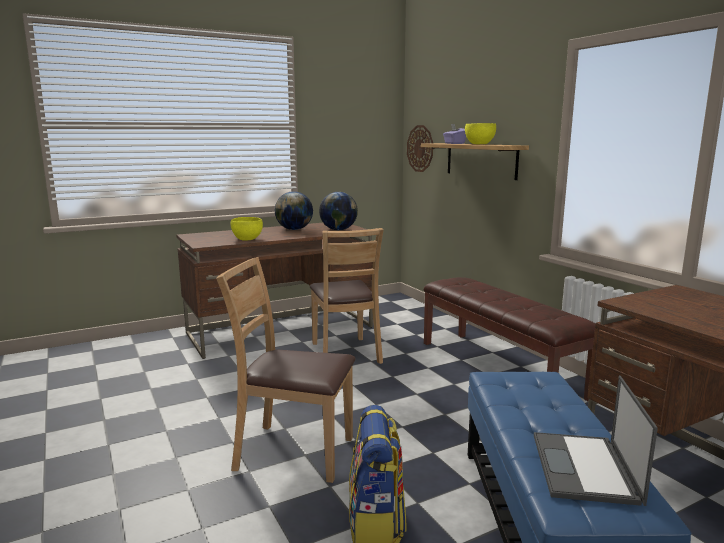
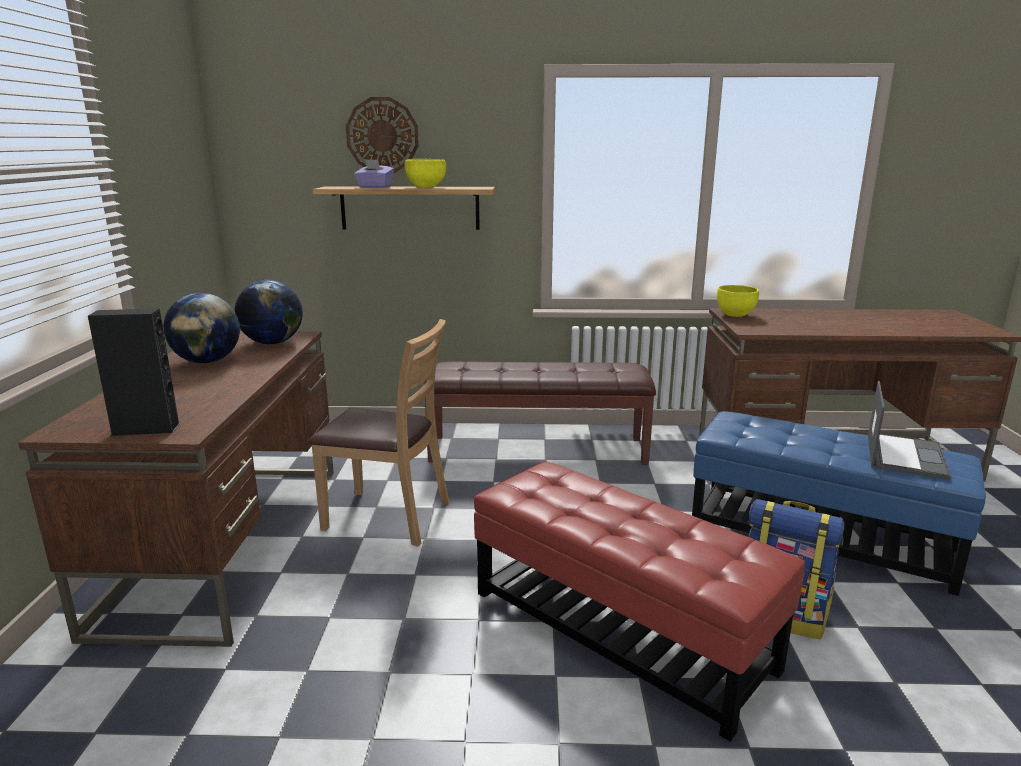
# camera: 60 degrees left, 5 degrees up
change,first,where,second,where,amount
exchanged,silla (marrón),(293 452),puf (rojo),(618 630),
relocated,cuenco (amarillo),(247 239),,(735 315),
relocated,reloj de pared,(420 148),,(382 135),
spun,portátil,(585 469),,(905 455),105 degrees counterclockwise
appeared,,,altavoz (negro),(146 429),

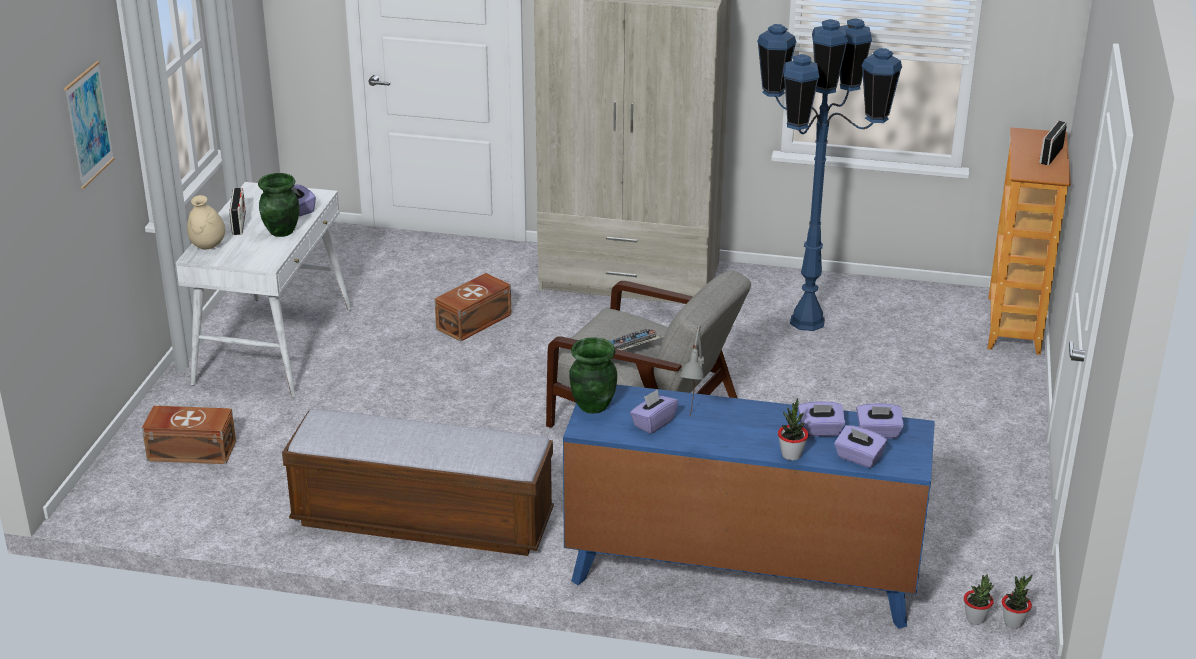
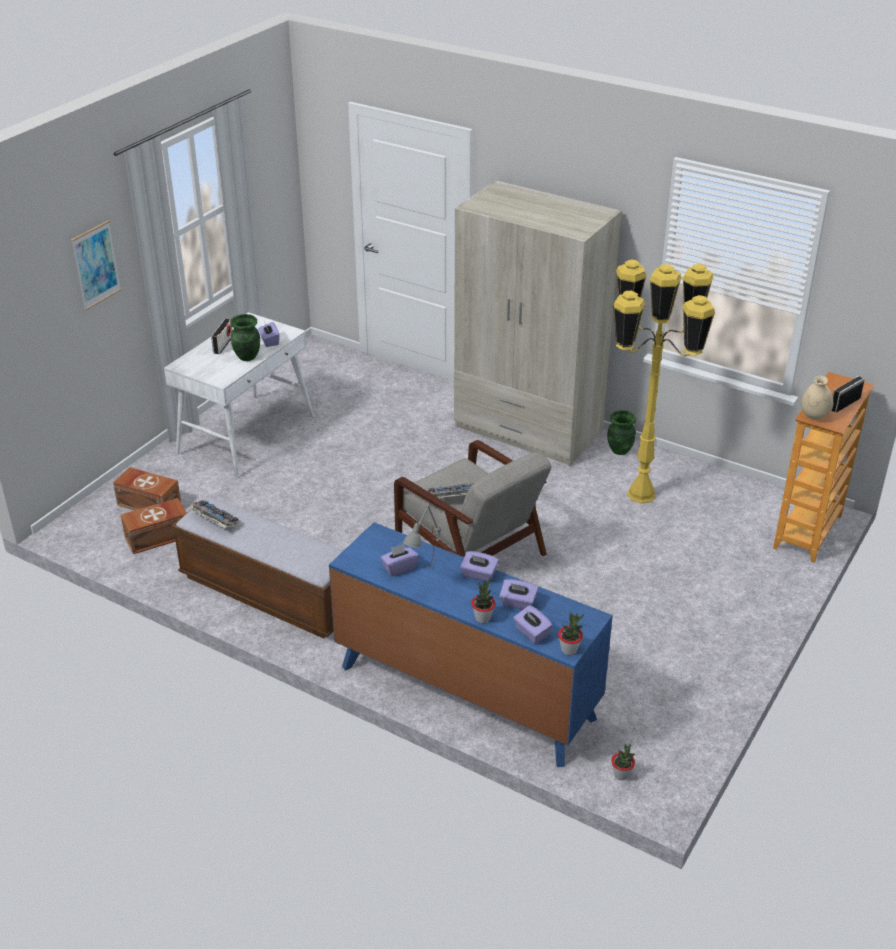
# camera: 20 degrees right, 5 degrees up
change,first,where,second,where,amount
relocated,florero (beis),(208 246),,(814 416),
relocated,caja de almacenaje (marrón),(475 321),,(159 537),
relocated,florero (verde),(592 406),,(619 450),
colour,lámpara de pie (azul),(807 322),lámpara de pie (amarillo),(641 495),
relocated,caja de pañuelos (morado),(878 433),,(479 575),
relocated,planta en maceta,(1013 622),,(569 650),
appeared,,,teclado,(214 519),

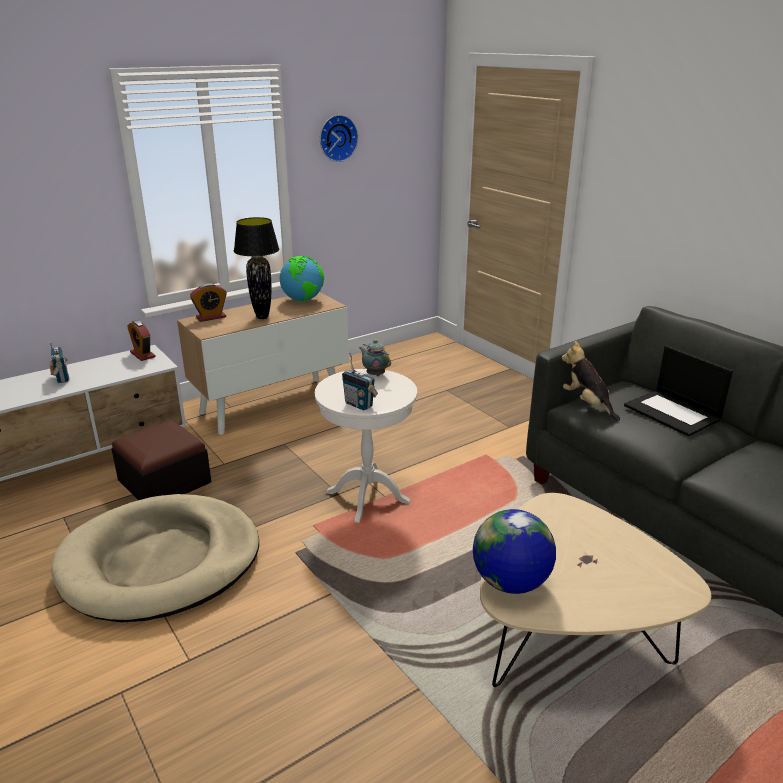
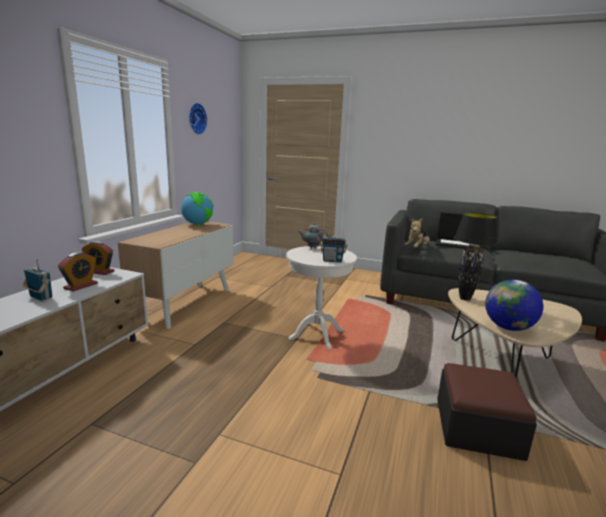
# camera: 35 degrees left, 10 degrees down
change,first,where,second,where,amount
missing,cama para perro (beis),(161 562),,,
relocated,puf,(164 482),,(477 428),
relocated,despertador,(211 317),,(81 286),
relocated,lámpara de mesa (negro),(263 317),,(465 298),
spun,peluche,(587 404),,(417 248),75 degrees counterclockwise

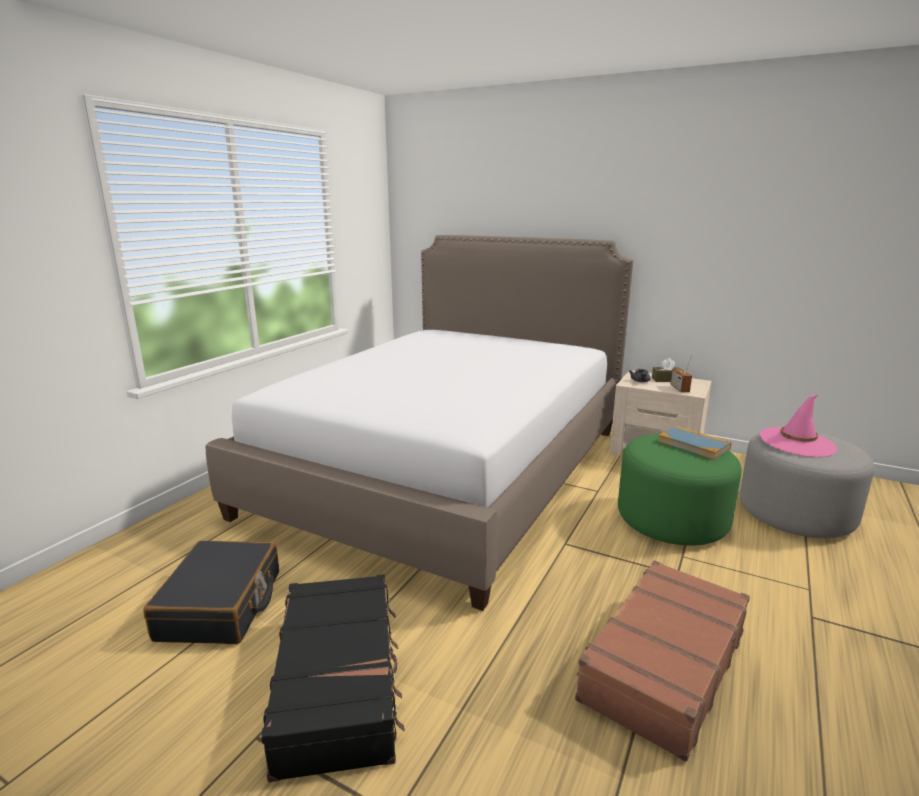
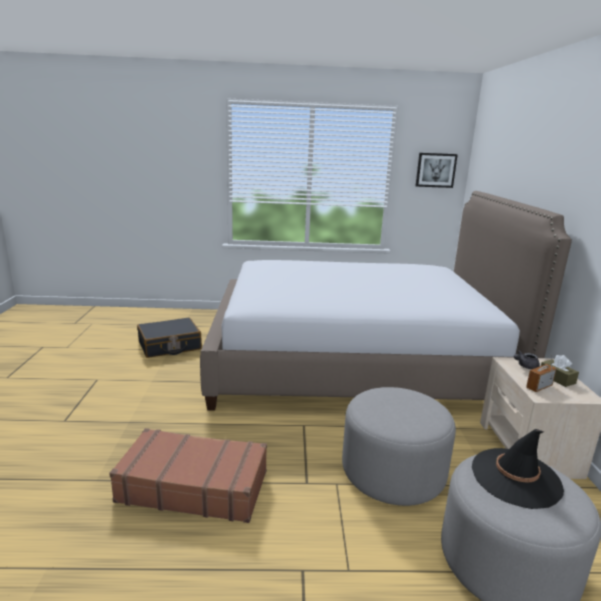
# camera: 60 degrees right, 0 degrees up
change,first,where,second,where,amount
missing,maleta (negro),(339 682),,,
colour,puf (verde),(672 519),puf (gris),(393 472),
missing,libro,(693 445),,,
colour,sombrero (rosa),(797 442),sombrero (negro),(515 477),
appeared,,,cuadro,(435 170),

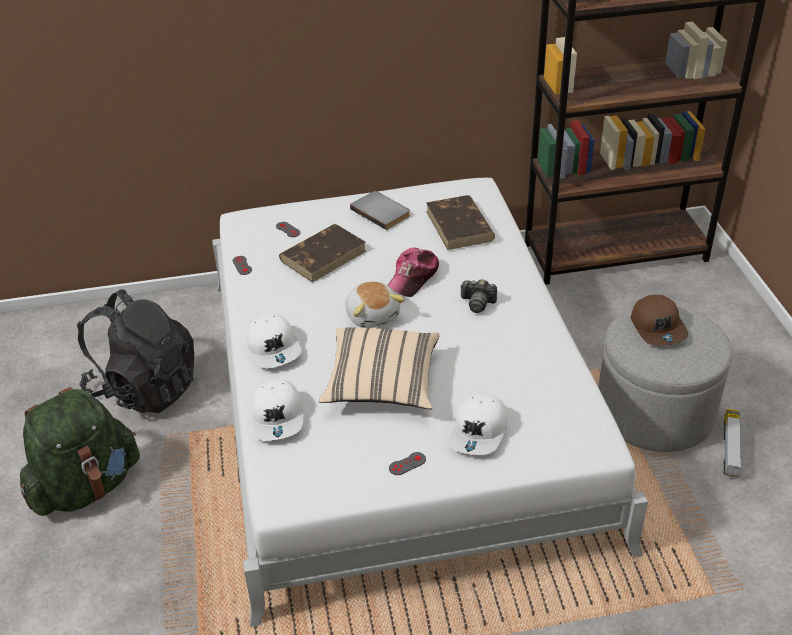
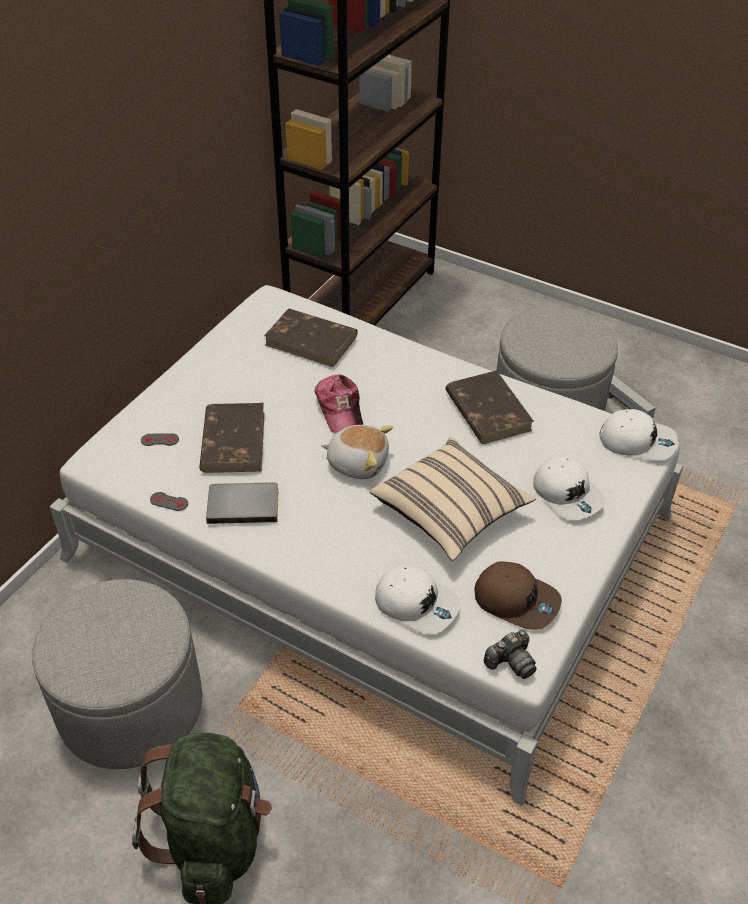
# camera: 50 degrees left, 5 degrees up
change,first,where,second,where,amount
exchanged,mochila (negro),(144 388),puf (gris),(131 706),
relocated,gorra (blanco),(274 348),,(637 441),
relocated,libro (gris),(382 211),,(243 503),
missing,mando de consola (gris),(407 464),,,
relocated,cámara,(477 303),,(511 662),
relocated,gorra (marrón),(658 327),,(516 600),
appeared,,,libro (marrón),(487 410),

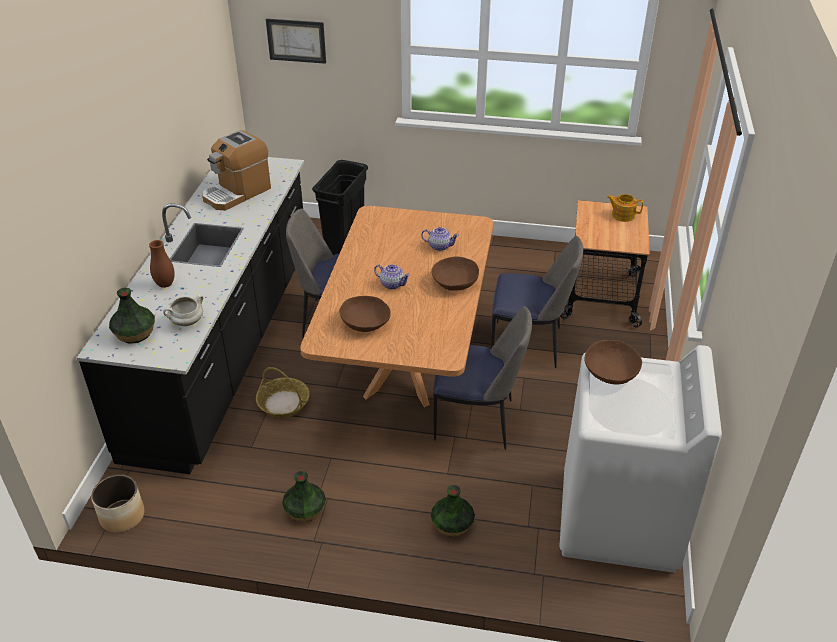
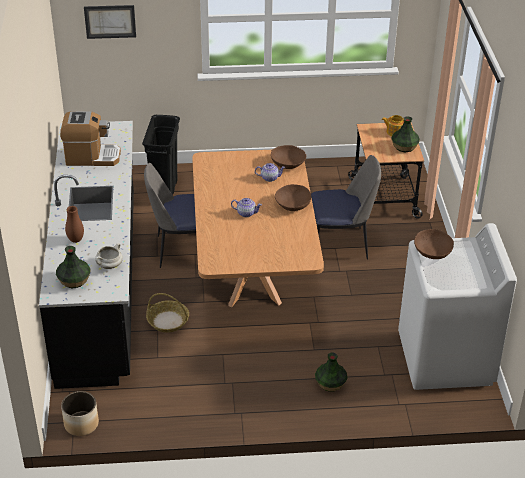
# camera: 15 degrees left, 0 degrees up
change,first,where,second,where,amount
spun,cafetera,(237 193),,(92 157),120 degrees counterclockwise
relocated,florero,(305 511),,(404 147),
relocated,cuenco (marrón),(365 323),,(288 164),
missing,silla,(477 421),,,

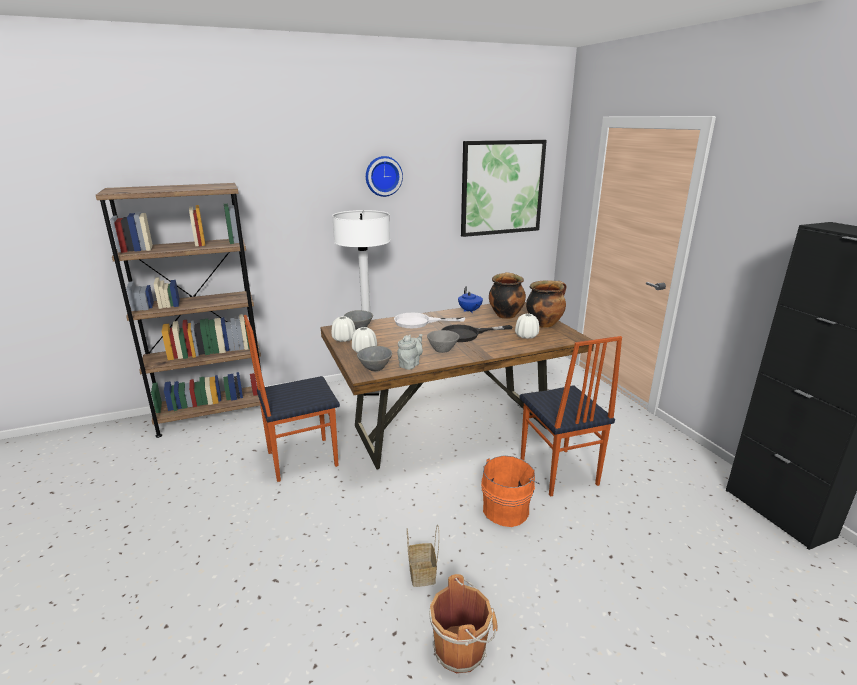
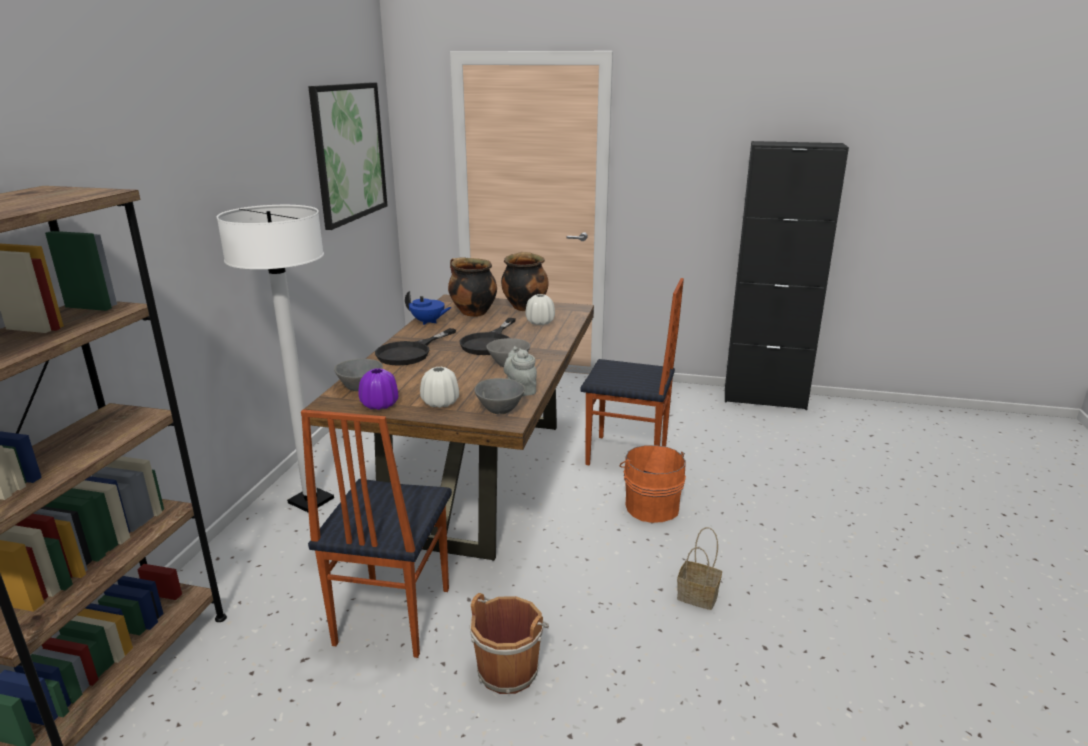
# camera: 55 degrees left, 0 degrees up
change,first,where,second,where,amount
colour,florero (blanco),(344 339),florero (morado),(380 405),
missing,reloj de pared,(383 176),,,
colour,sartén (blanco),(419 322),sartén (negro),(410 352),
relocated,cubo (marrón),(462 648),,(509 669),

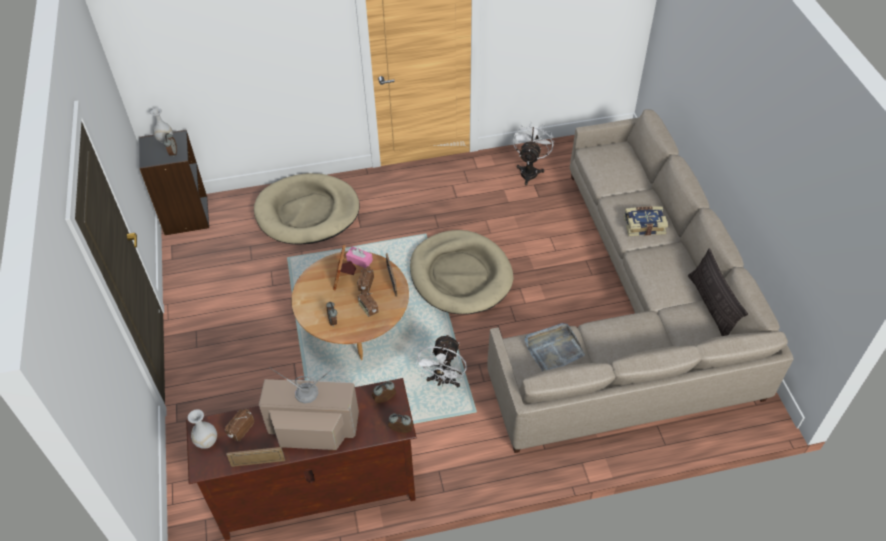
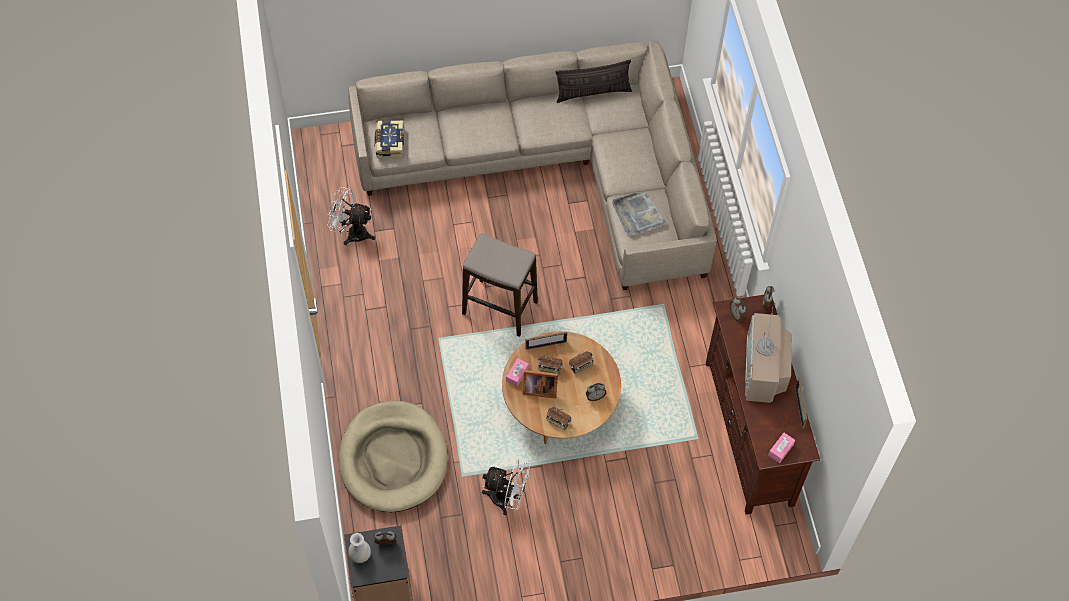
# camera: 90 degrees left, 10 degrees up
change,first,where,second,where,amount
exchanged,florero (blanco),(206 441),caja de pañuelos (rosa),(780 450),
relocated,radio,(241 429),,(558 422),
exchanged,cama para perro (beis),(460 275),taburete,(500 308),
relocated,ventilador (blanco),(443 381),,(507 499),
relocated,libro,(644 225),,(389 143),

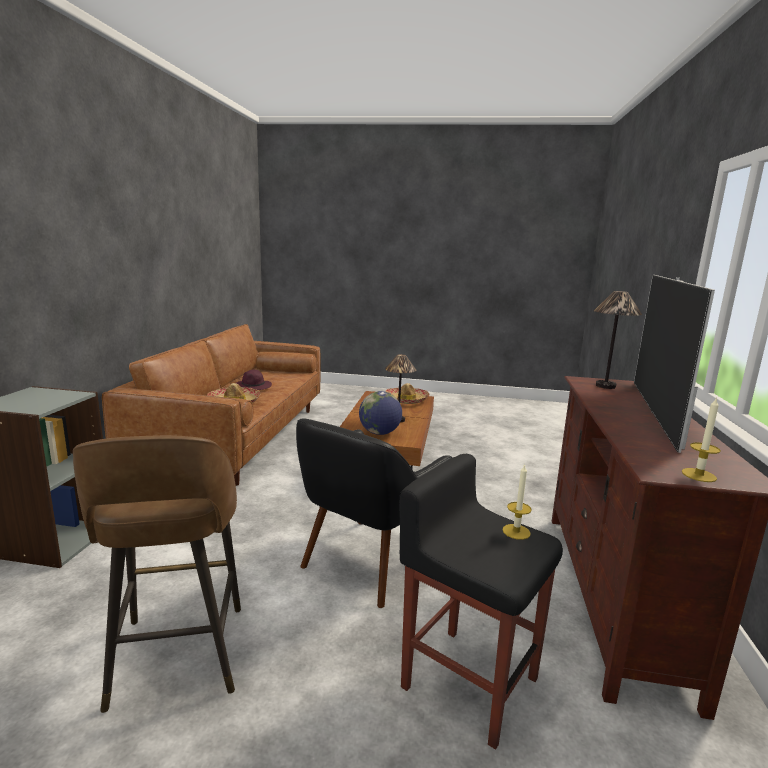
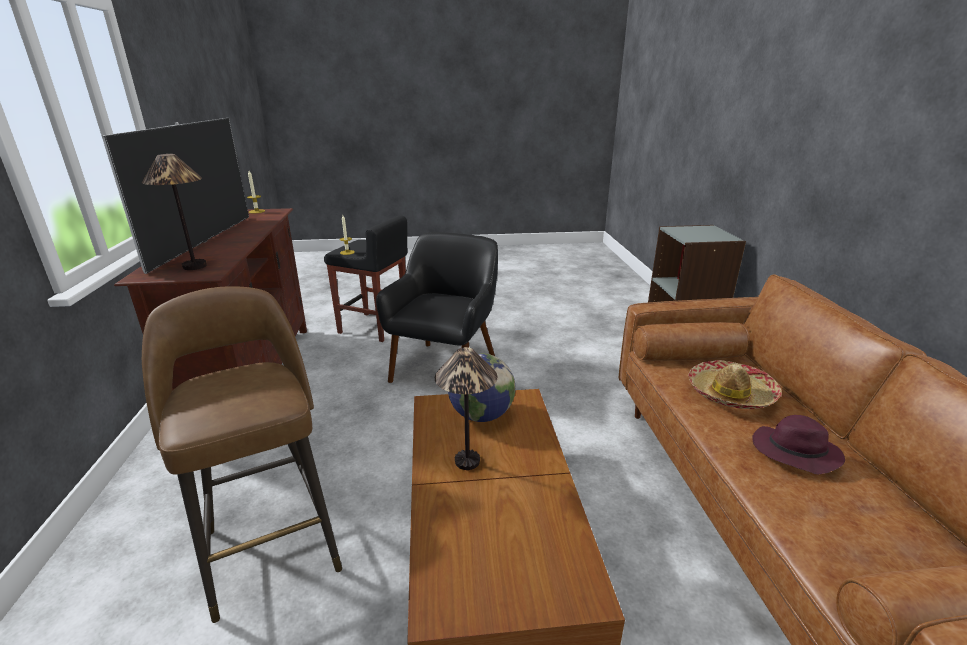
# camera: 165 degrees right, 10 degrees up
change,first,where,second,where,amount
relocated,taburete (marrón),(177 659),,(272 546),
missing,sombrero,(407 400),,,

